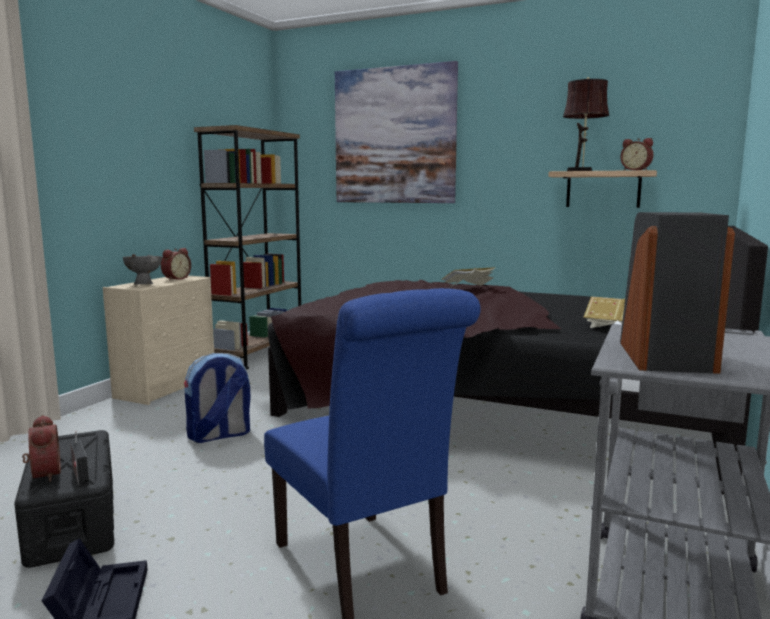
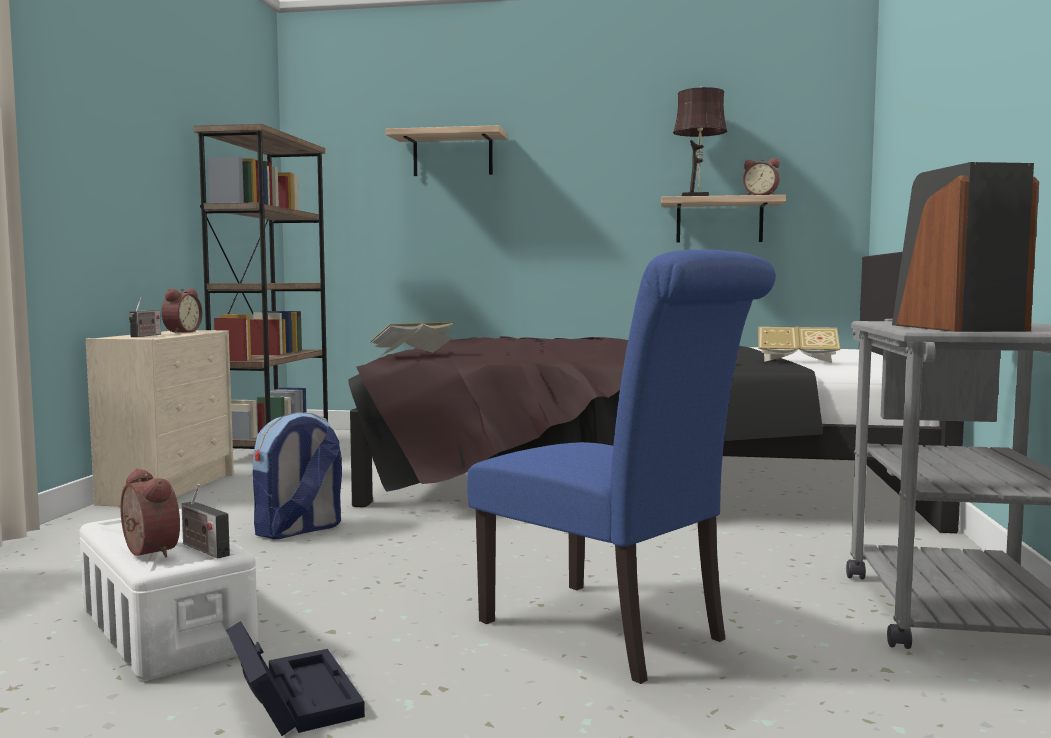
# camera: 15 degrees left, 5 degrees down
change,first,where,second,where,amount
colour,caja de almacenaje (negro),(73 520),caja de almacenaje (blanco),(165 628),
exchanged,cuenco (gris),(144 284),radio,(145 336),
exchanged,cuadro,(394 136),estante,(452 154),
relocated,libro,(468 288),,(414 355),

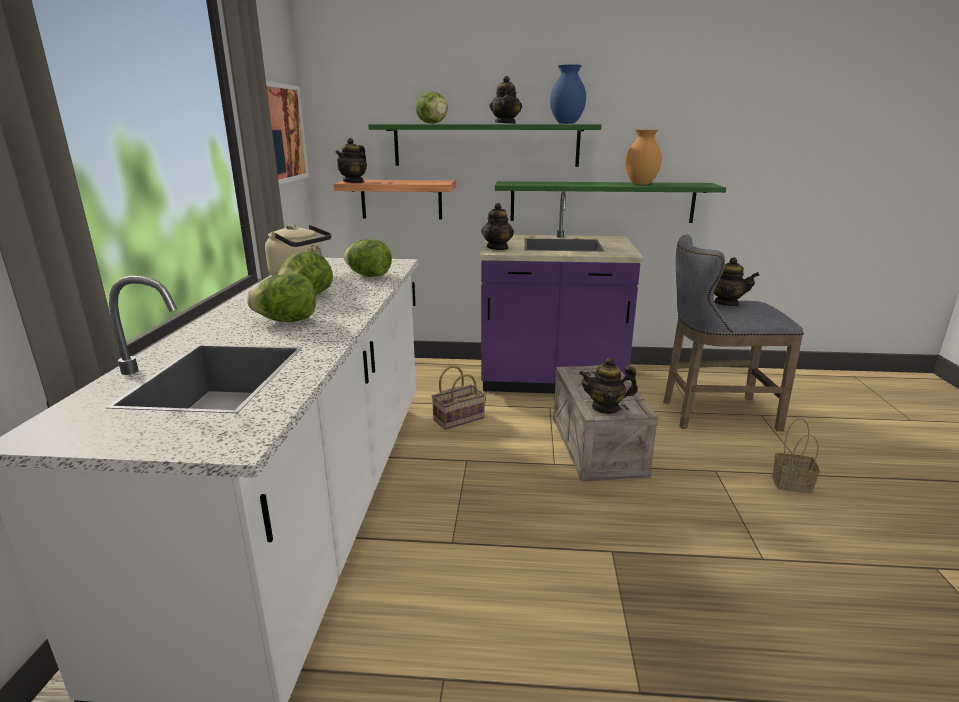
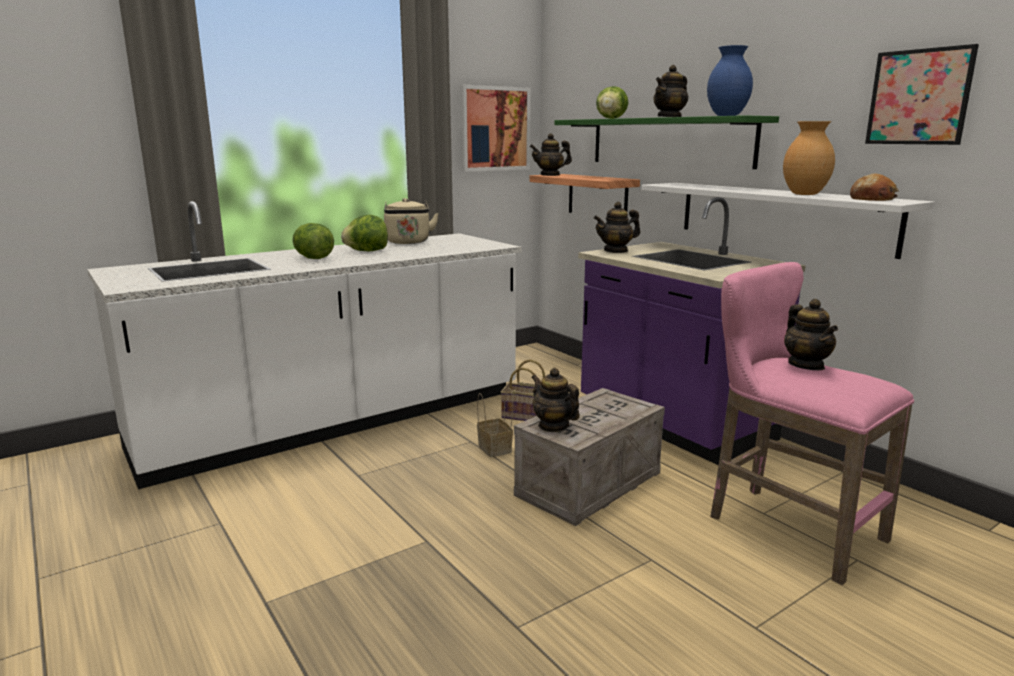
# camera: 50 degrees right, 5 degrees down
change,first,where,second,where,amount
missing,lechuga,(369 276),,,
colour,estante (verde),(601 202),estante (blanco),(781 216),
colour,taburete (gris),(712 414),taburete (rosa),(785 526),
relocated,cesta,(793 483),,(496 449),
appeared,,,pan,(872 199),
appeared,,,cuadro,(919 97),

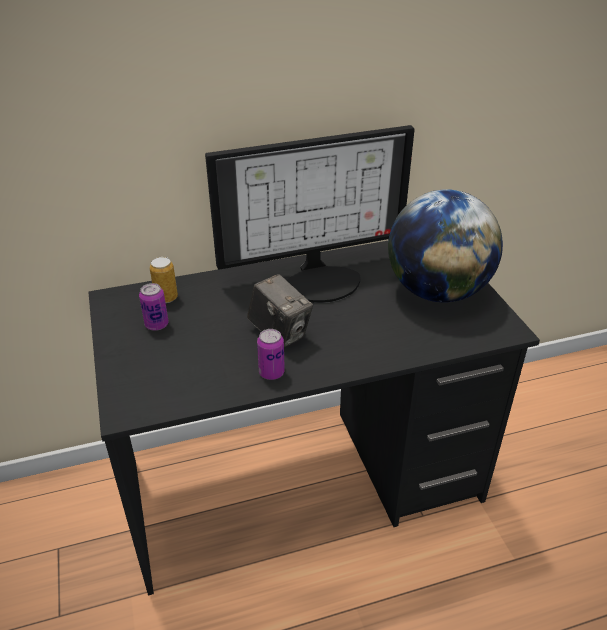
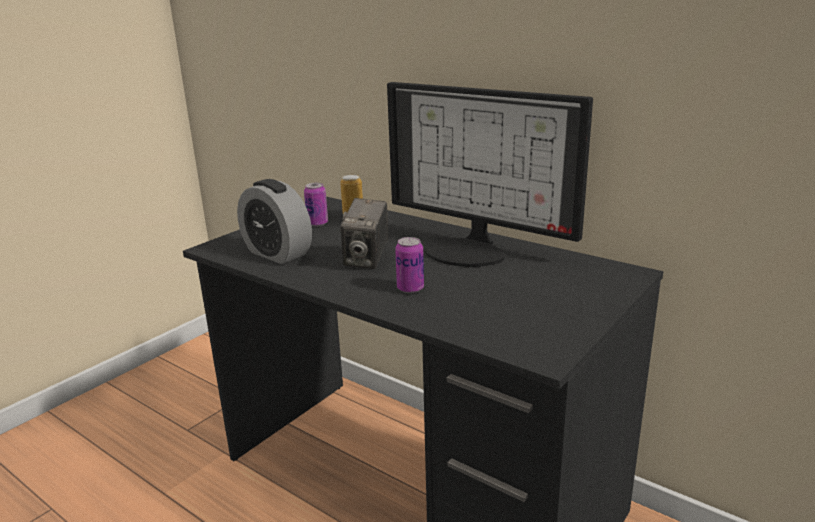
# camera: 55 degrees right, 15 degrees down
change,first,where,second,where,amount
relocated,lata,(271 373),,(410 288),
missing,globo terráqueo,(437 291),,,
appeared,,,despertador,(277 253),

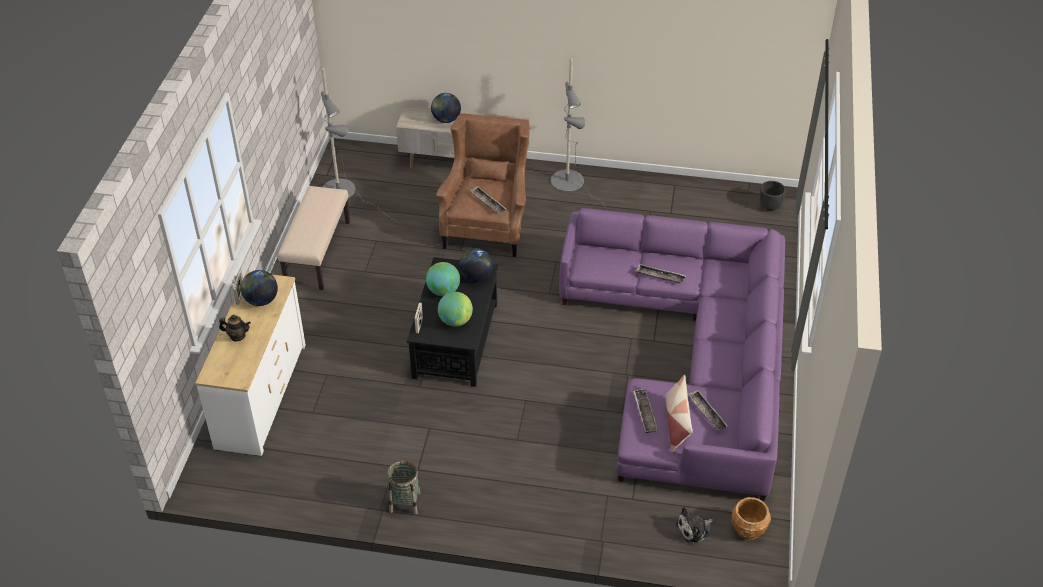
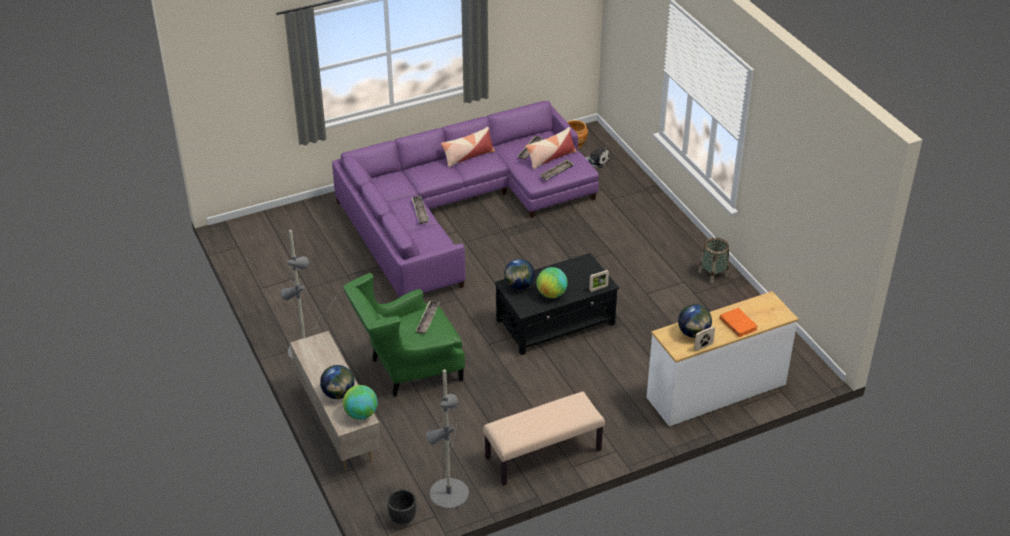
# camera: 125 degrees left, 5 degrees down
change,first,where,second,where,amount
exchanged,tetera,(237 336),libro (naranja),(738 324),
colour,sillón (marrón),(487 224),sillón (verde),(407 370),
relocated,globo terráqueo,(455 321),,(361 414),
relocated,maceta (negro),(770 206),,(402 518),
appeared,,,cojín,(468 156),

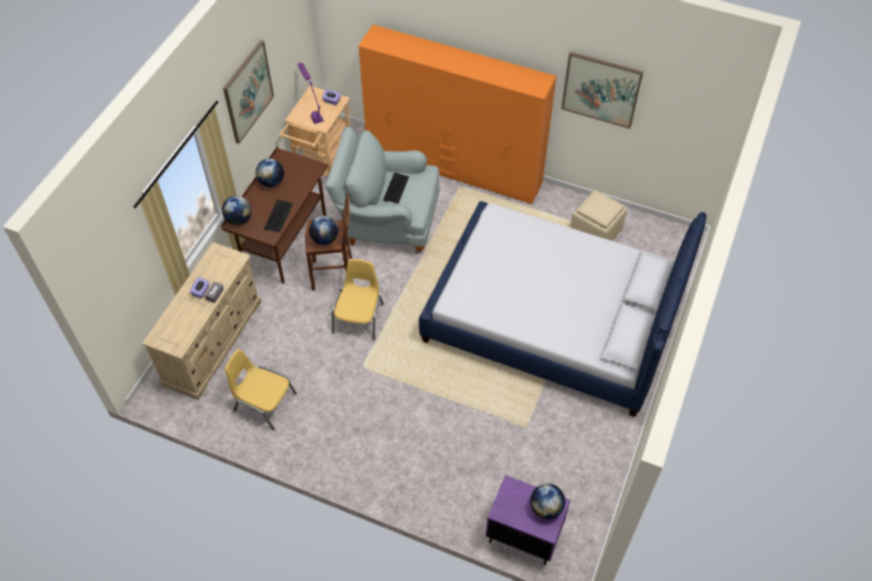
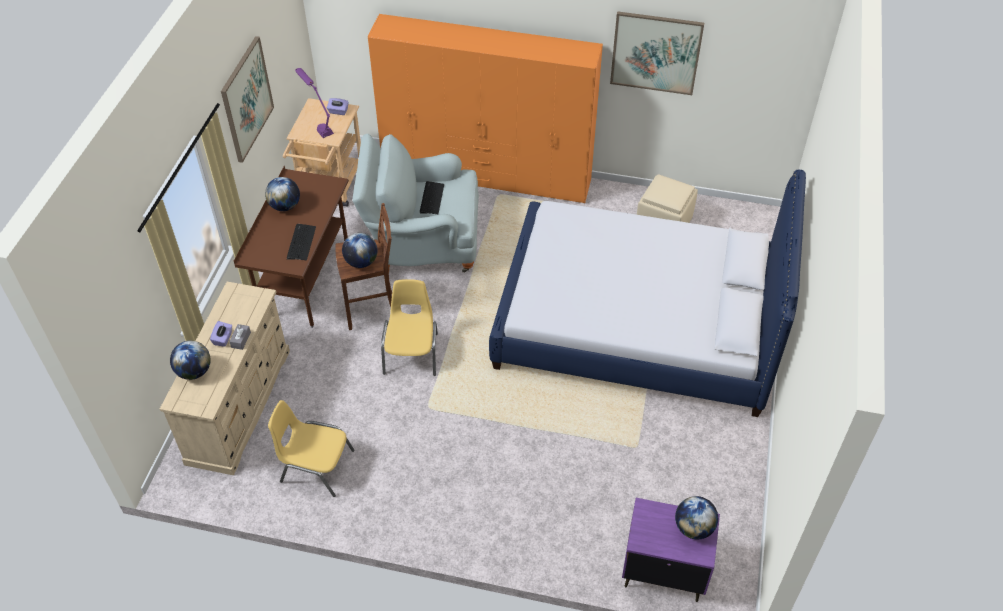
# camera: 10 degrees left, 5 degrees down
change,first,where,second,where,amount
relocated,globo terráqueo,(239 219),,(194 371),

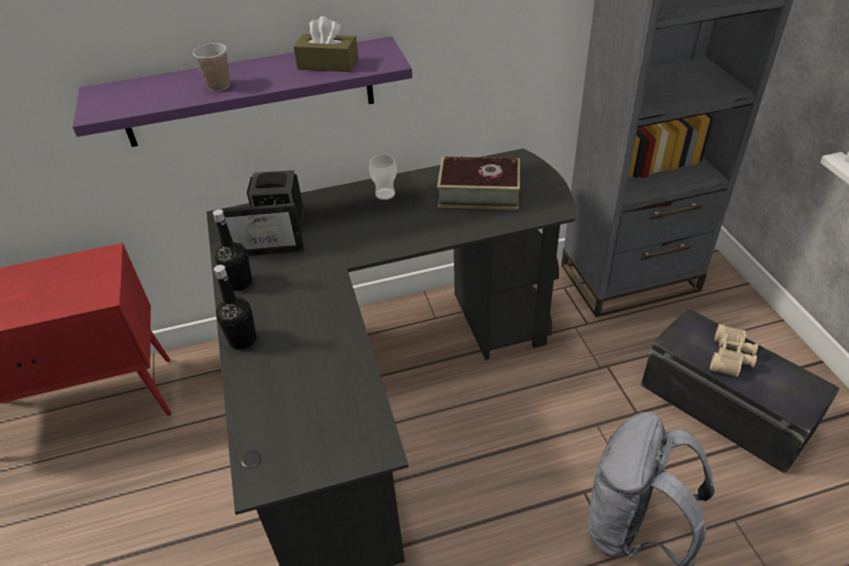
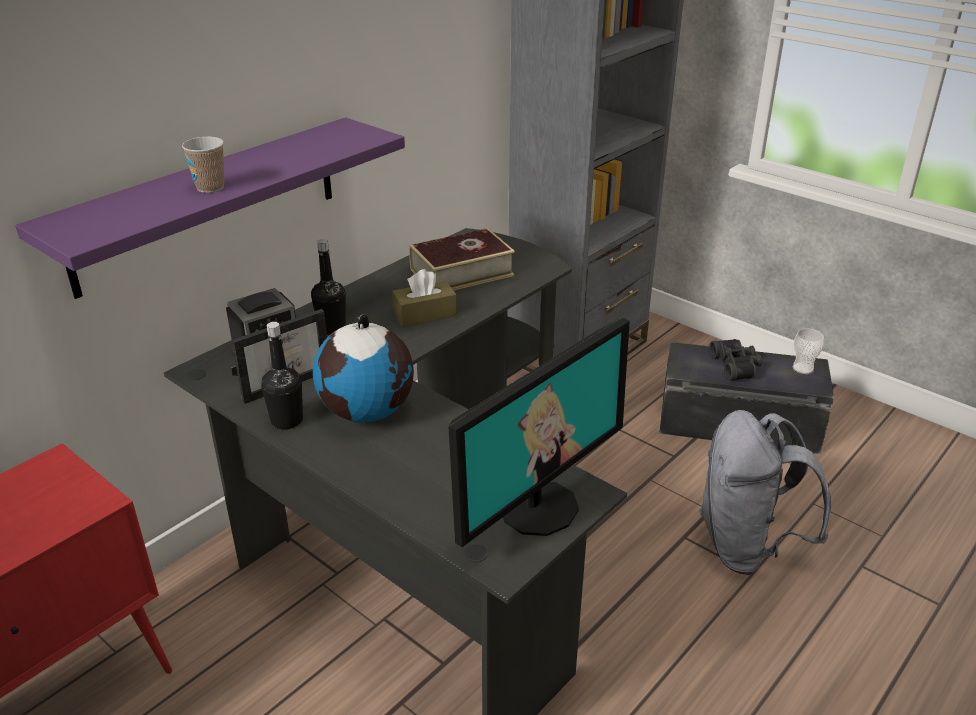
# camera: 35 degrees left, 10 degrees down
change,first,where,second,where,amount
relocated,botella (negro),(243 340),,(332 328),
relocated,caja de pañuelos (marrón),(328 64),,(425 314),
relocated,taza,(385 194),,(803 368),
colour,prismáticos (beis),(732 357),prismáticos (negro),(736 366),
appeared,,,globo terráqueo,(368 412),
appeared,,,monitor,(538 507),

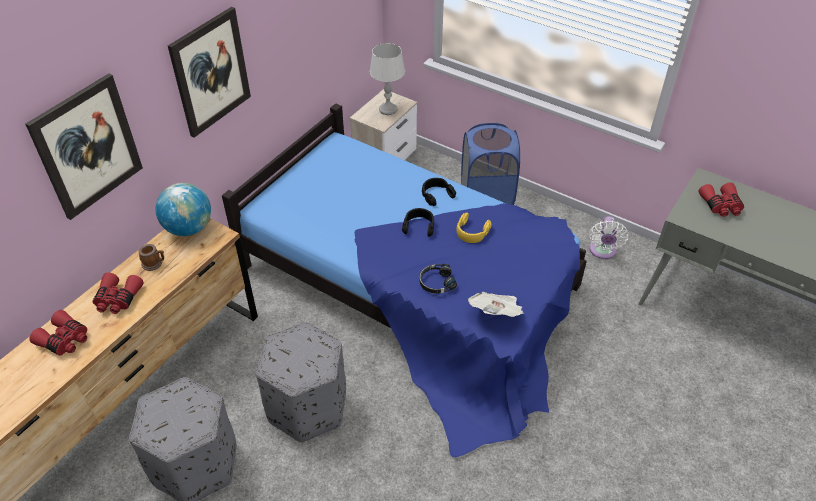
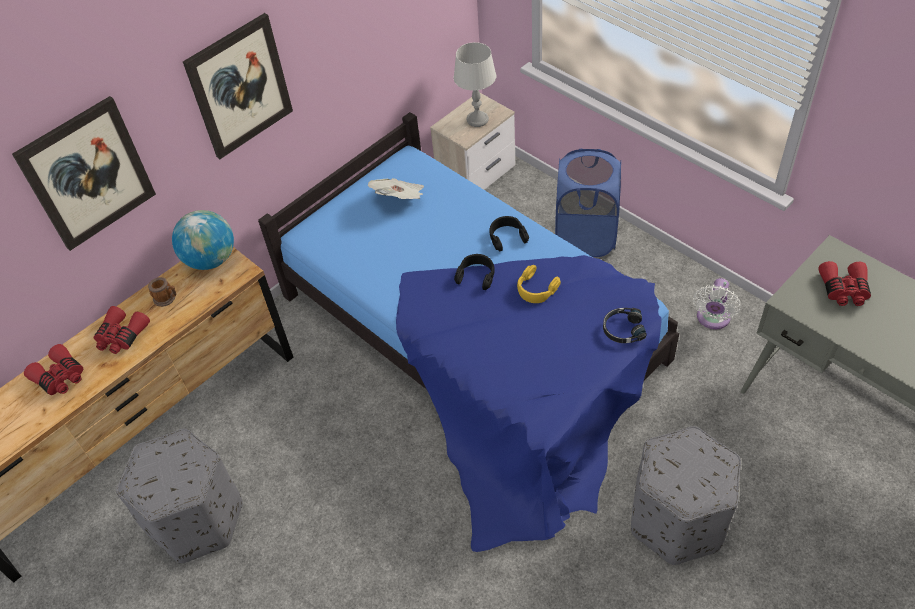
# camera: 15 degrees right, 5 degrees up
change,first,where,second,where,amount
relocated,puf (gris),(308 406),,(677 519),
relocated,auriculares (negro),(436 282),,(622 329),
relocated,periódico,(496 313),,(400 199),

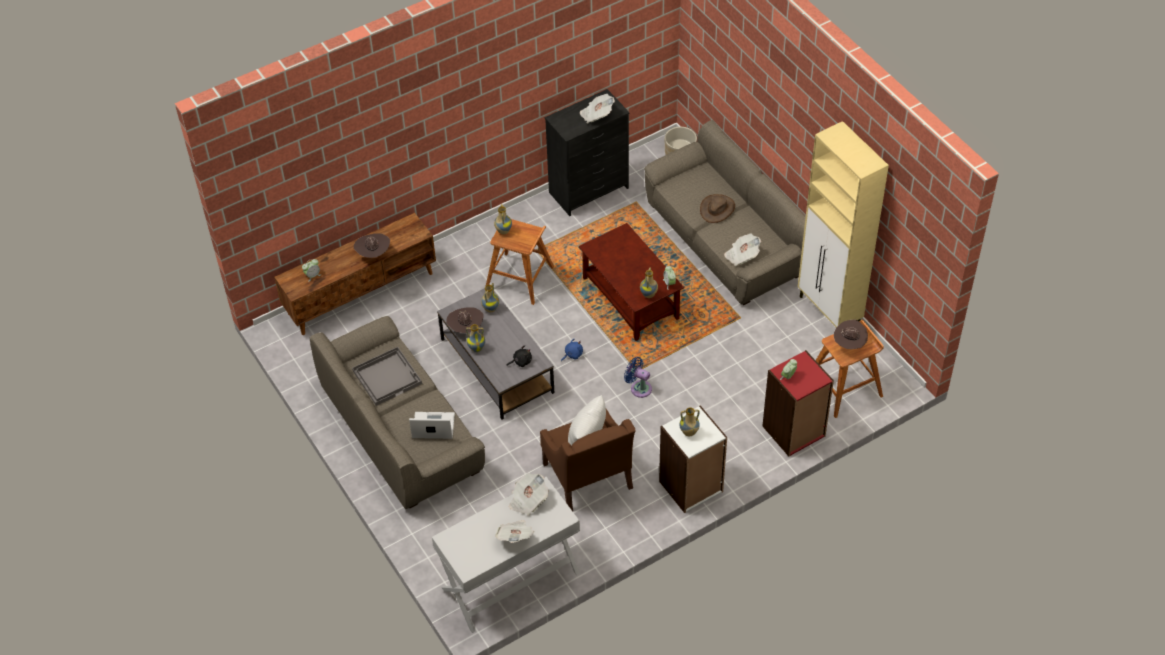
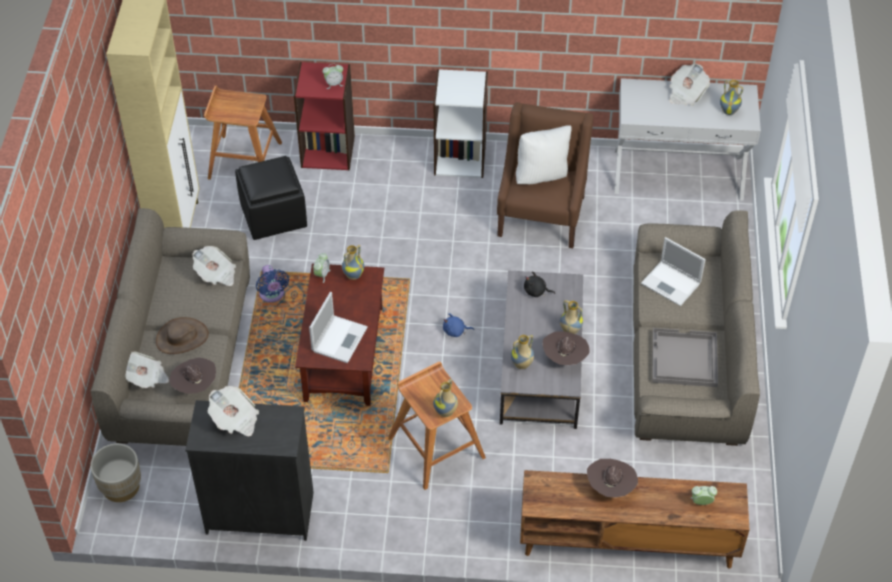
# camera: 145 degrees left, 0 degrees up
change,first,where,second,where,amount
relocated,periódico,(528 500),,(146 378),
relocated,ventilador (azul),(639 388),,(272 295),
relocated,florero,(689 432),,(729 111),
relocated,sombrero (marrón),(849 344),,(195 386),
appeared,,,puf (negro),(274 215),
appeared,,,portátil,(340 338),

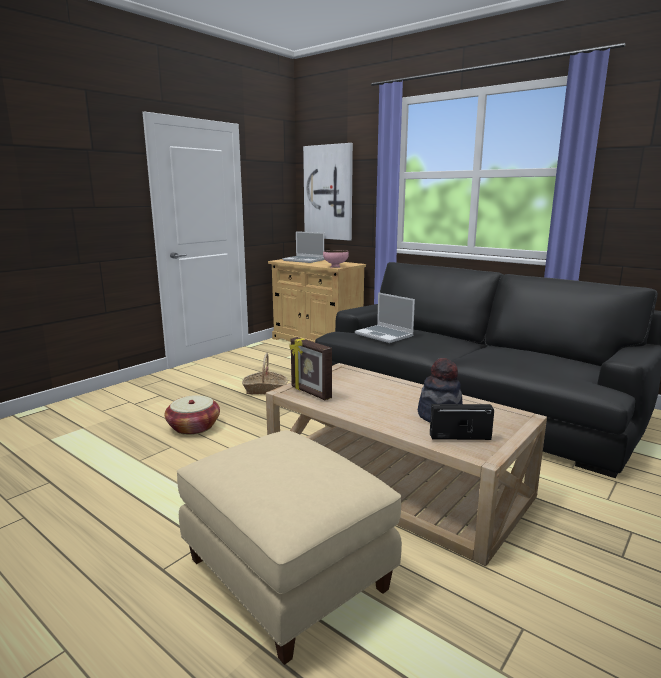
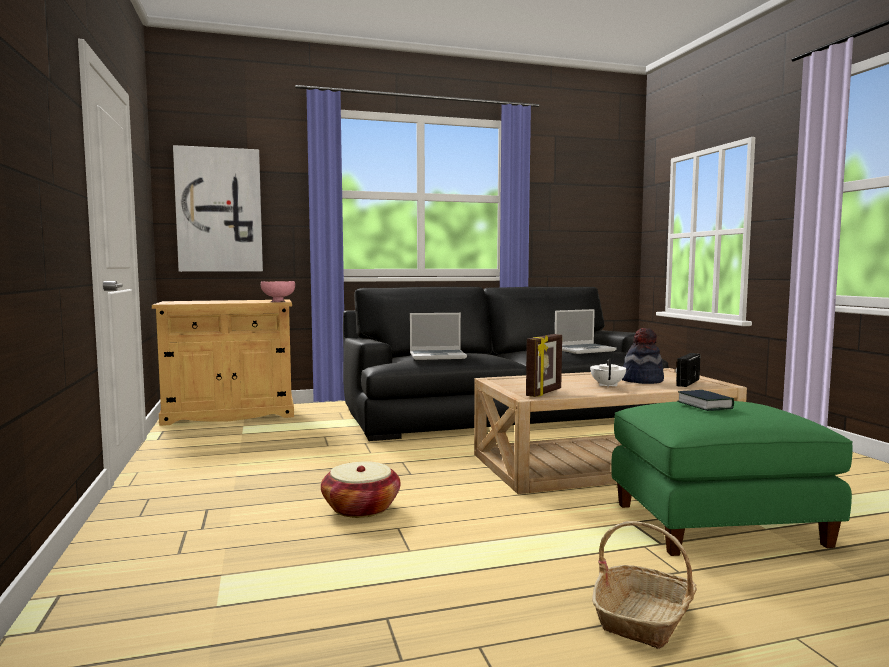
# camera: 55 degrees left, 10 degrees down
change,first,where,second,where,amount
colour,puf (beis),(284 574),puf (verde),(718 525),
relocated,cesta,(265 390),,(644 618),
relocated,portátil,(304 260),,(584 350),
spun,portarretratos,(310 393),,(545 392),45 degrees counterclockwise
appeared,,,tetera (blanco),(608 385),
appeared,,,libro,(704 405),

